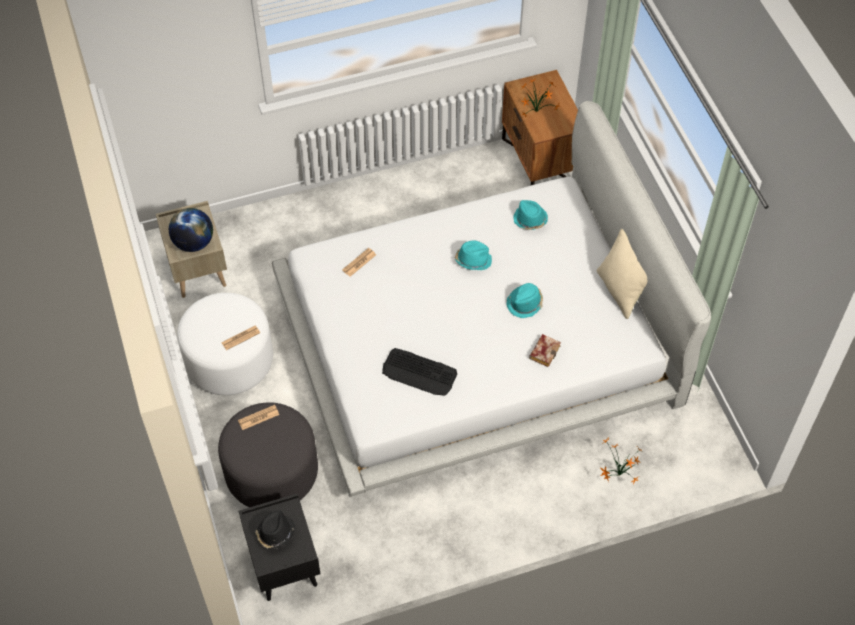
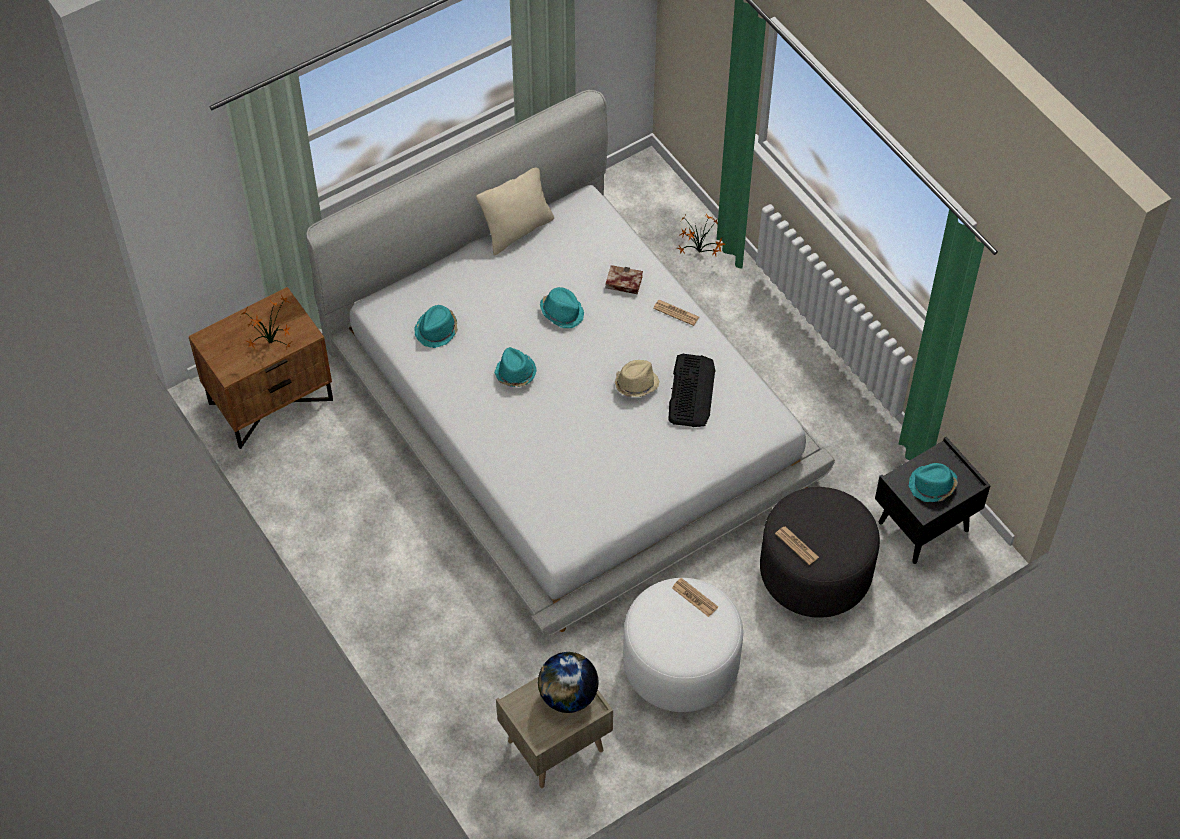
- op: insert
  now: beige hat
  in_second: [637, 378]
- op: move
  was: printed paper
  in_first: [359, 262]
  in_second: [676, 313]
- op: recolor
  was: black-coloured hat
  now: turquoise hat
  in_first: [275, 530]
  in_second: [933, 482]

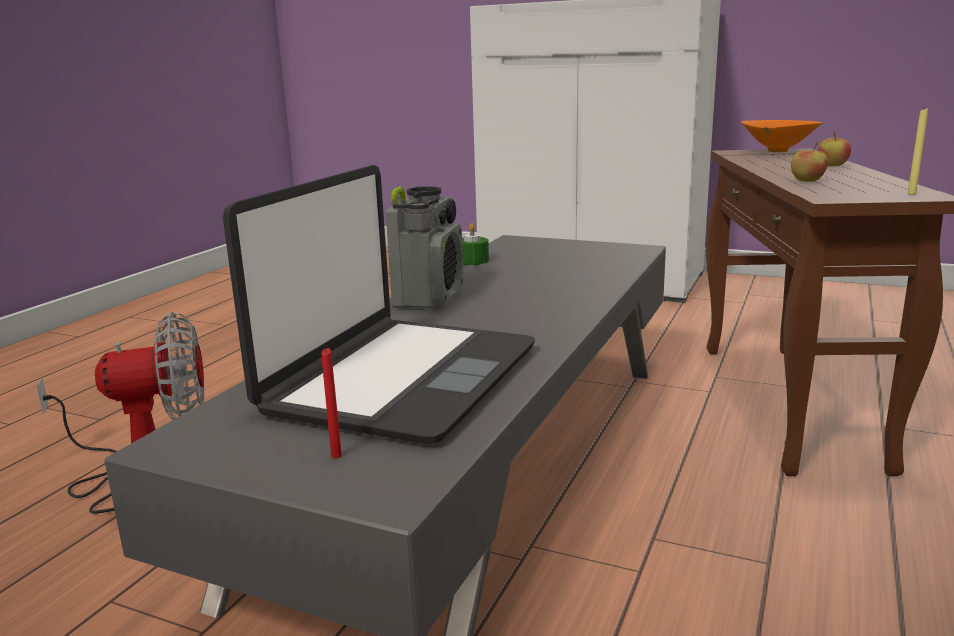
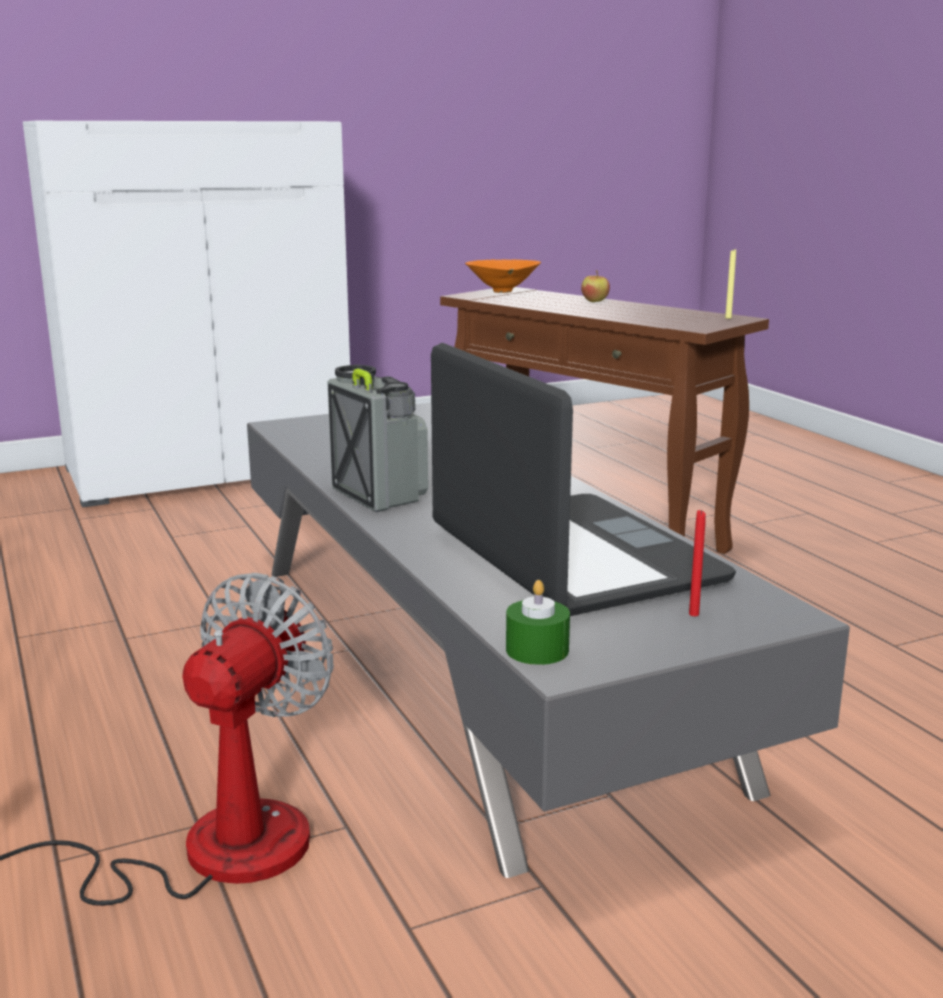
- op: delete
  was: whole apple
  in_first: [809, 162]
- op: move
  was: greenish candle
  in_first: [475, 244]
  in_second: [538, 622]

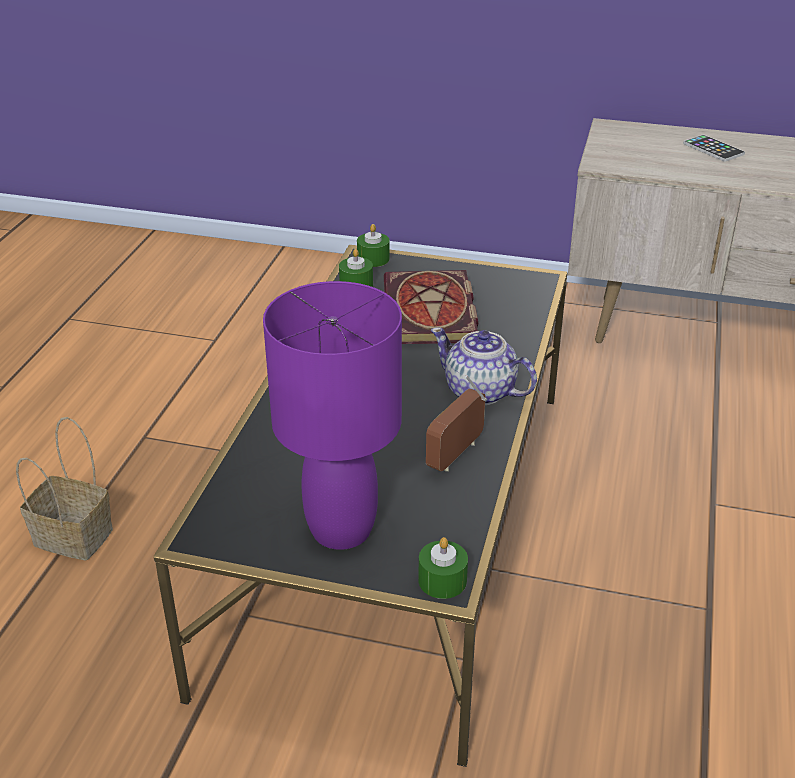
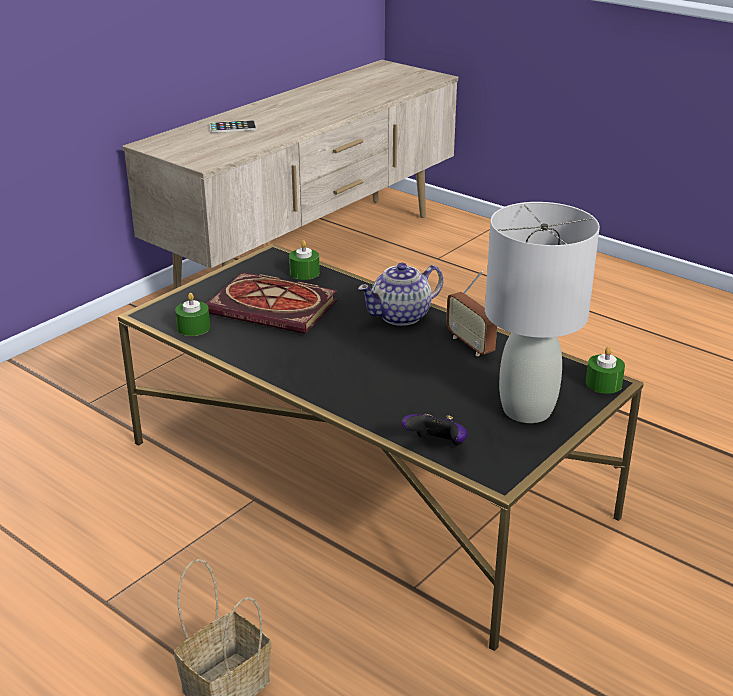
- op: insert
  now: joypad
  in_second: [435, 430]
- op: move
  was: greenish candle
  in_first: [373, 245]
  in_second: [304, 260]
- op: recolor
  was: purple table lamp
  now: greyish table lamp
  in_first: [332, 415]
  in_second: [542, 312]

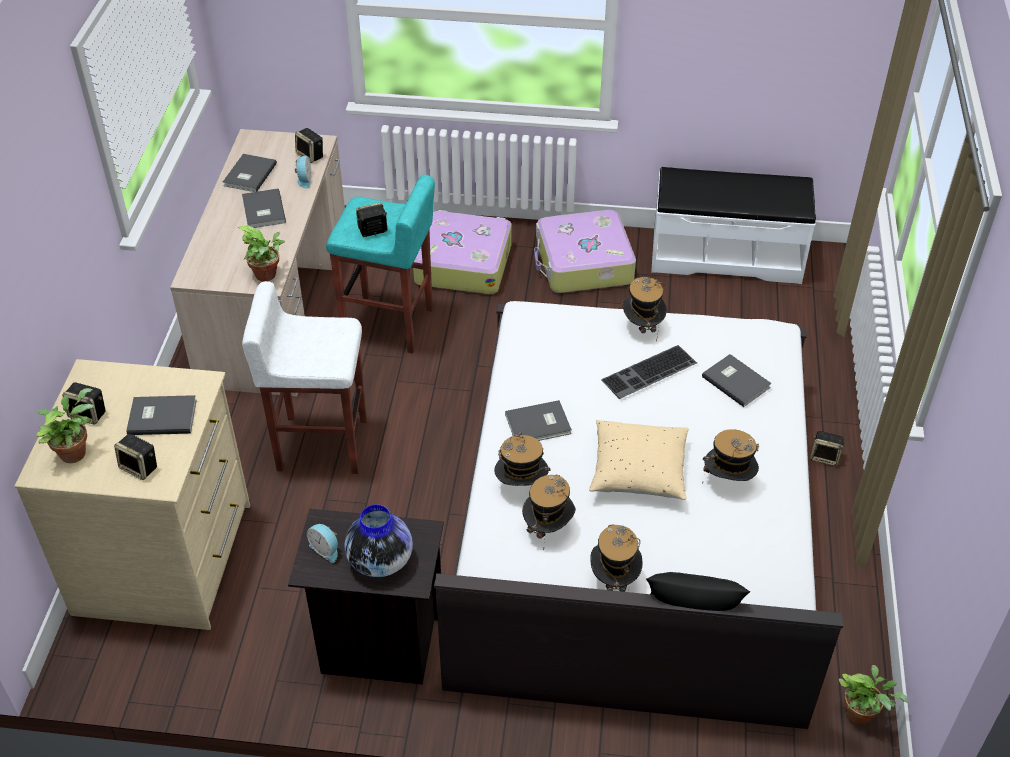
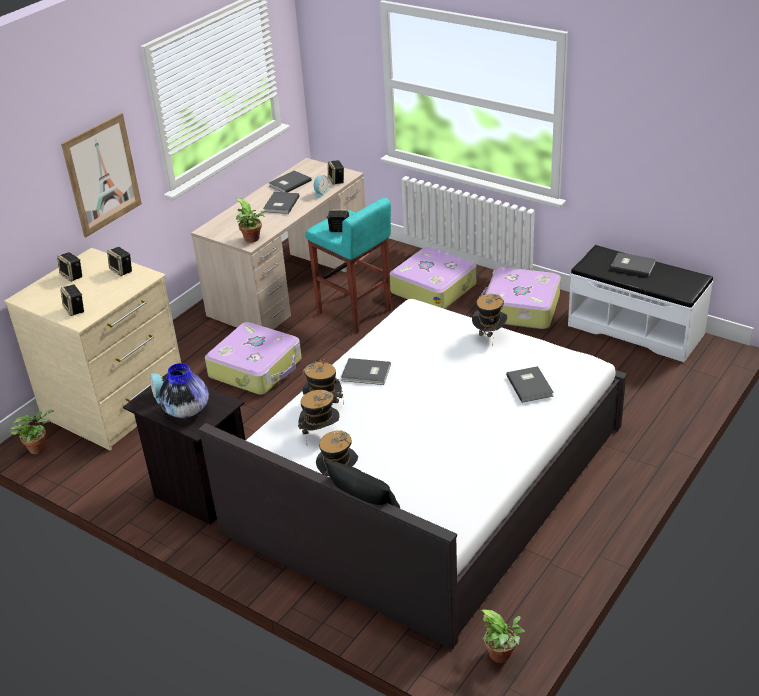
- op: delete
  was: beige cushion
  in_first: [639, 460]
- op: delete
  was: keyboard
  in_first: [649, 372]
- op: delete
  was: hat
  in_first: [730, 457]
- op: insert
  now: wall art
  in_second: [101, 175]
- op: move
  was: houseplant
  in_first: [65, 425]
  in_second: [32, 431]
- op: move
  was: greyish book
  in_first: [161, 415]
  in_second: [633, 264]
- op: move
  was: speaker
  in_first: [827, 448]
  in_second: [119, 261]
- op: replace
  was: white stool seat
  now: piece of luggage
  in_first: [304, 377]
  in_second: [253, 358]

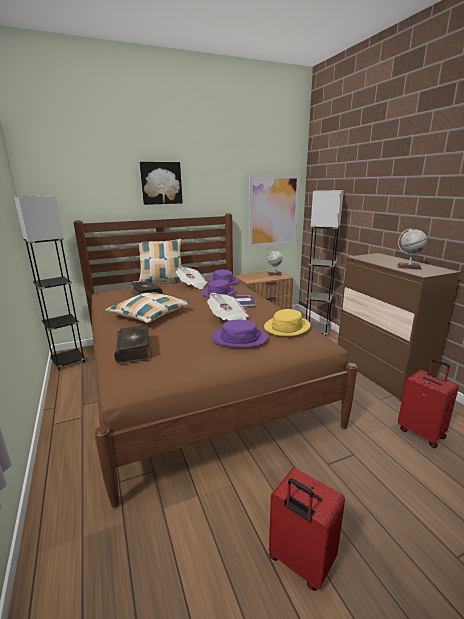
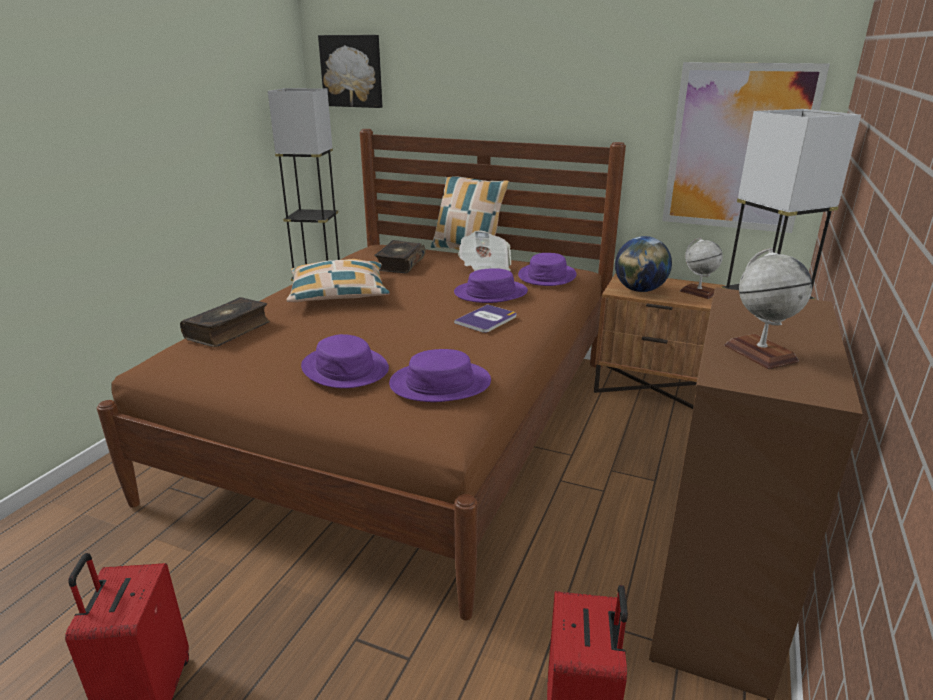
- op: delete
  was: printed paper
  in_first: [228, 307]
- op: insert
  now: globe
  in_second: [643, 264]
- op: move
  was: wall art
  in_first: [161, 183]
  in_second: [350, 71]
- op: recolor
  was: yellow hat
  now: purple hat
  in_first: [287, 322]
  in_second: [440, 375]

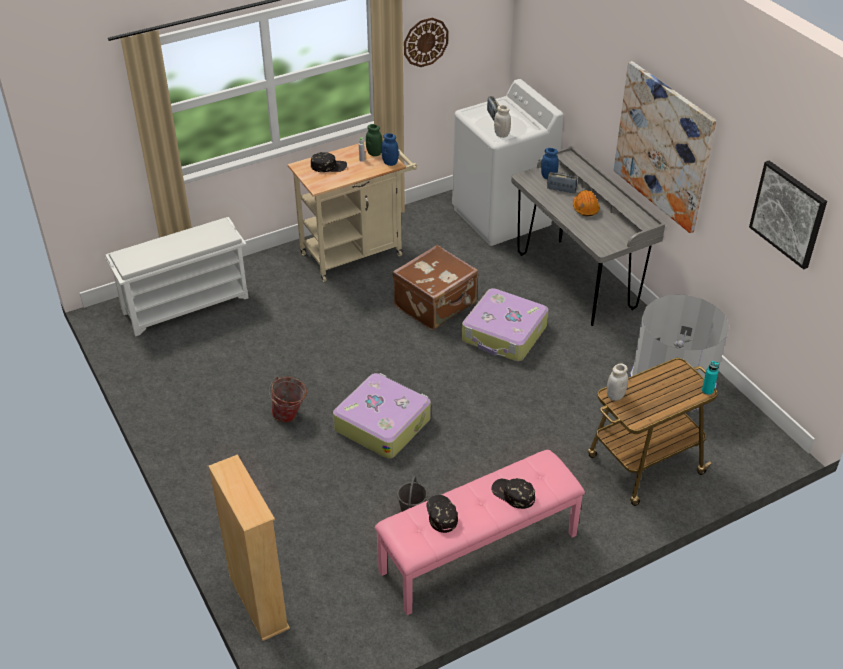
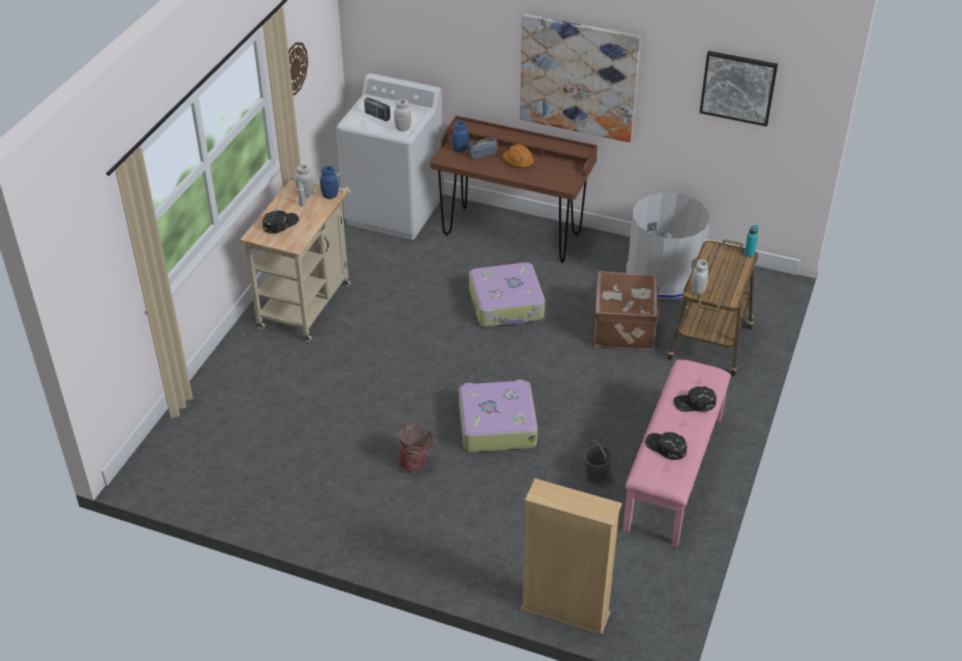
- op: delete
  was: white shoe stand
  in_first: [177, 276]
- op: move
  was: brownish piece of luggage
  in_first: [435, 287]
  in_second: [627, 310]
- op: recolor
  was: greenish preserve jar
  now: white preserve jar
  in_first: [374, 140]
  in_second: [304, 181]
- op: recolor
  was: greyish desk unit
  now: brownish desk unit
  in_first: [588, 236]
  in_second: [513, 189]

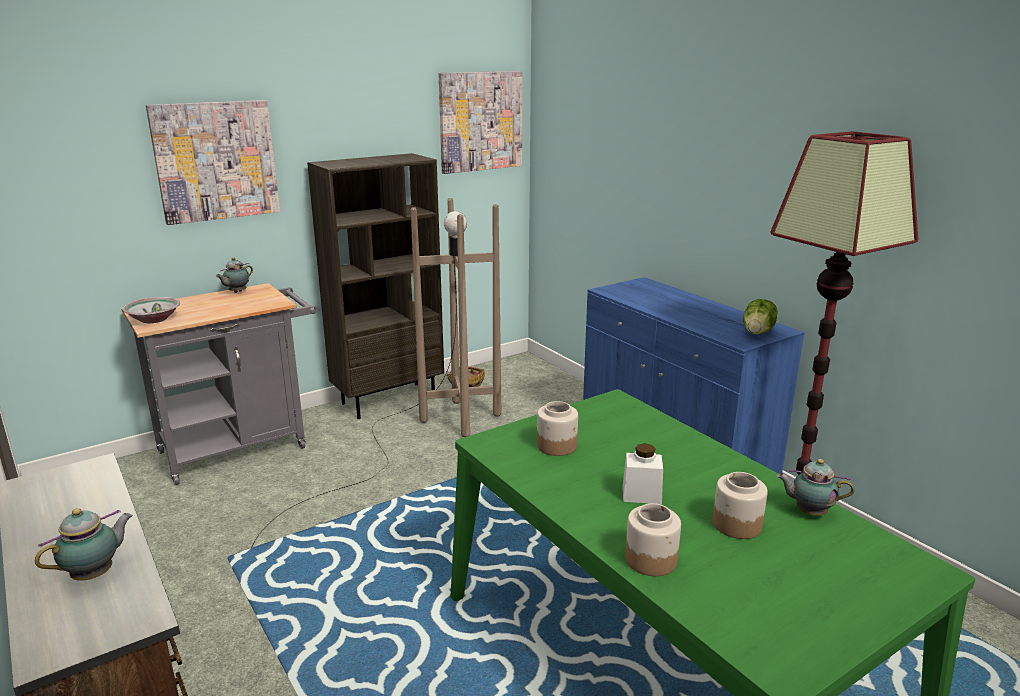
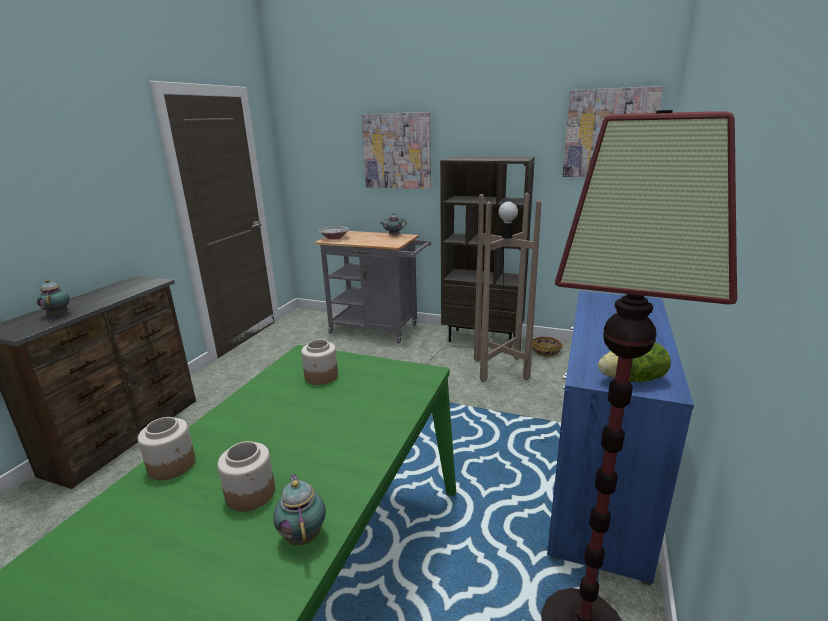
- op: delete
  was: white preserve jar
  in_first: [643, 473]
- op: rotate
  was: pot for tea
  in_first: [84, 544]
  in_second: [53, 298]
  clockwise: -120

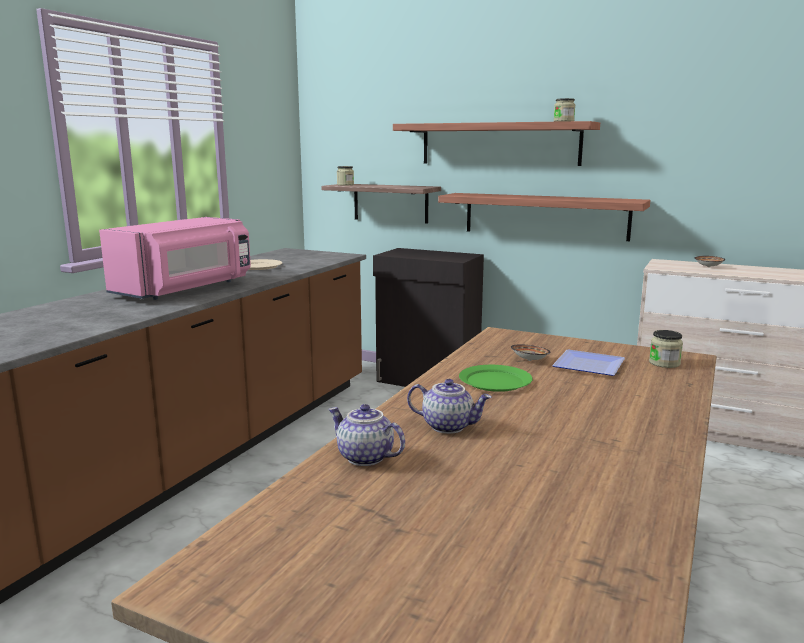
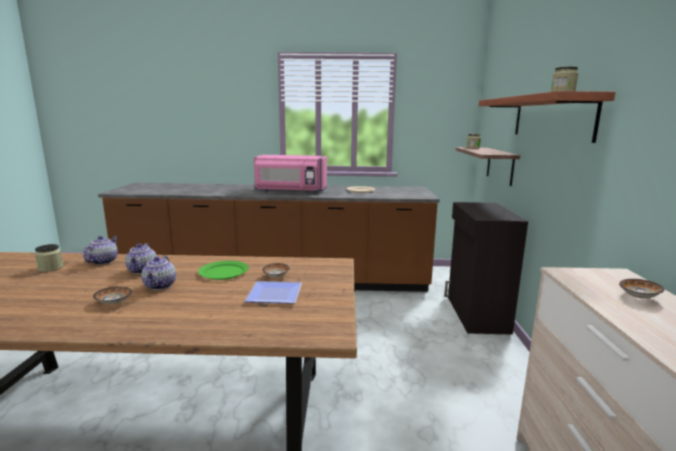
- op: delete
  was: shelf
  in_first: [544, 217]
- op: insert
  now: deep dish
  in_second: [112, 295]
- op: insert
  now: pot for tea
  in_second: [158, 272]
- op: move
  was: preserve jar
  in_first: [666, 349]
  in_second: [49, 258]

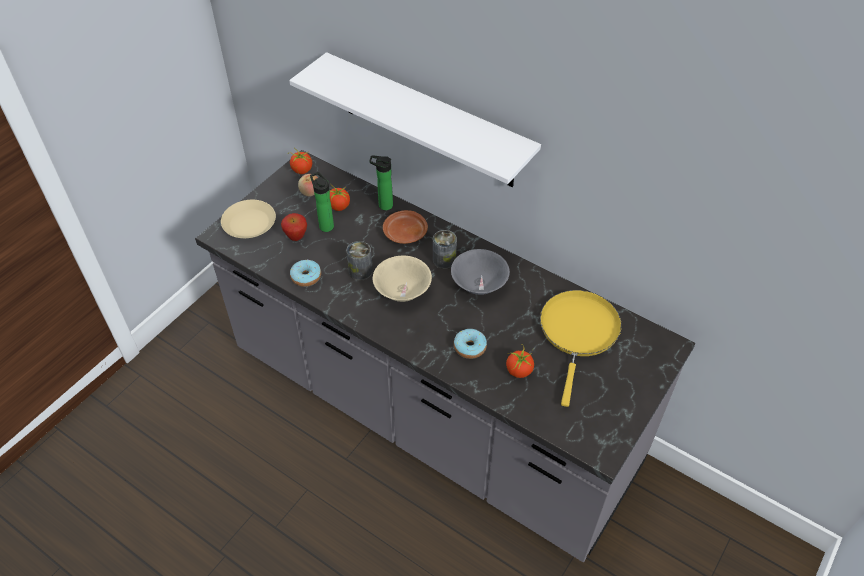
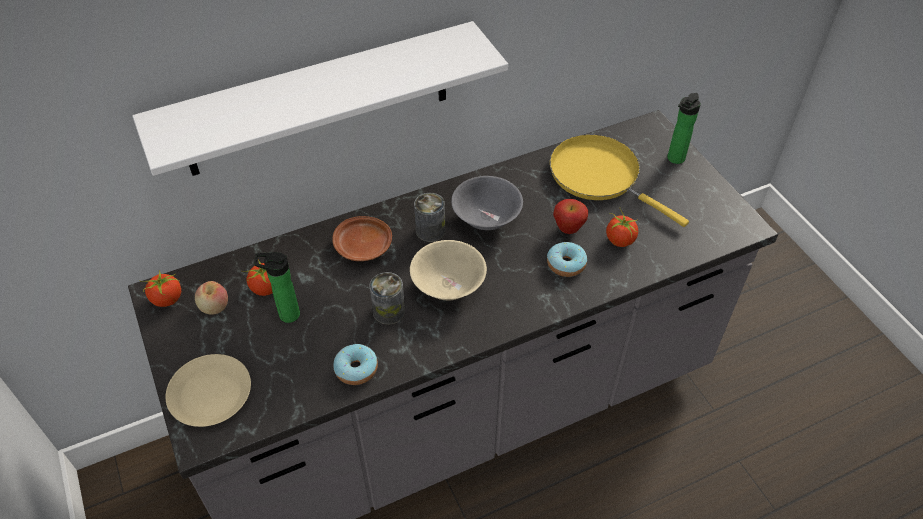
- op: move
  was: whole apple
  in_first: [294, 227]
  in_second: [570, 216]
- op: move
  was: beverage bottle
  in_first: [381, 182]
  in_second: [684, 128]

